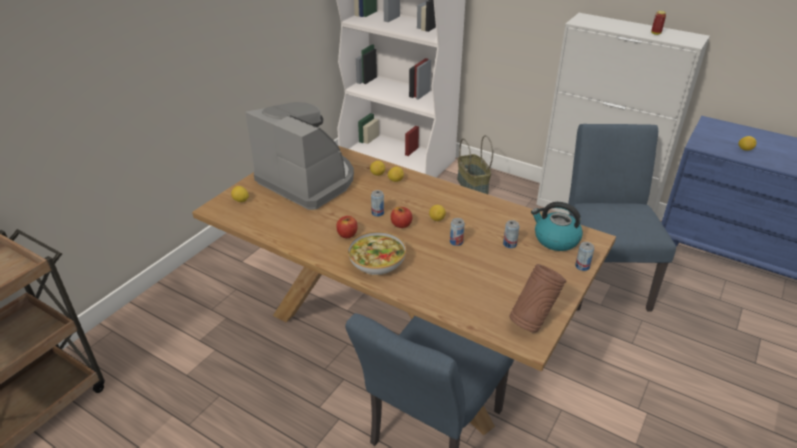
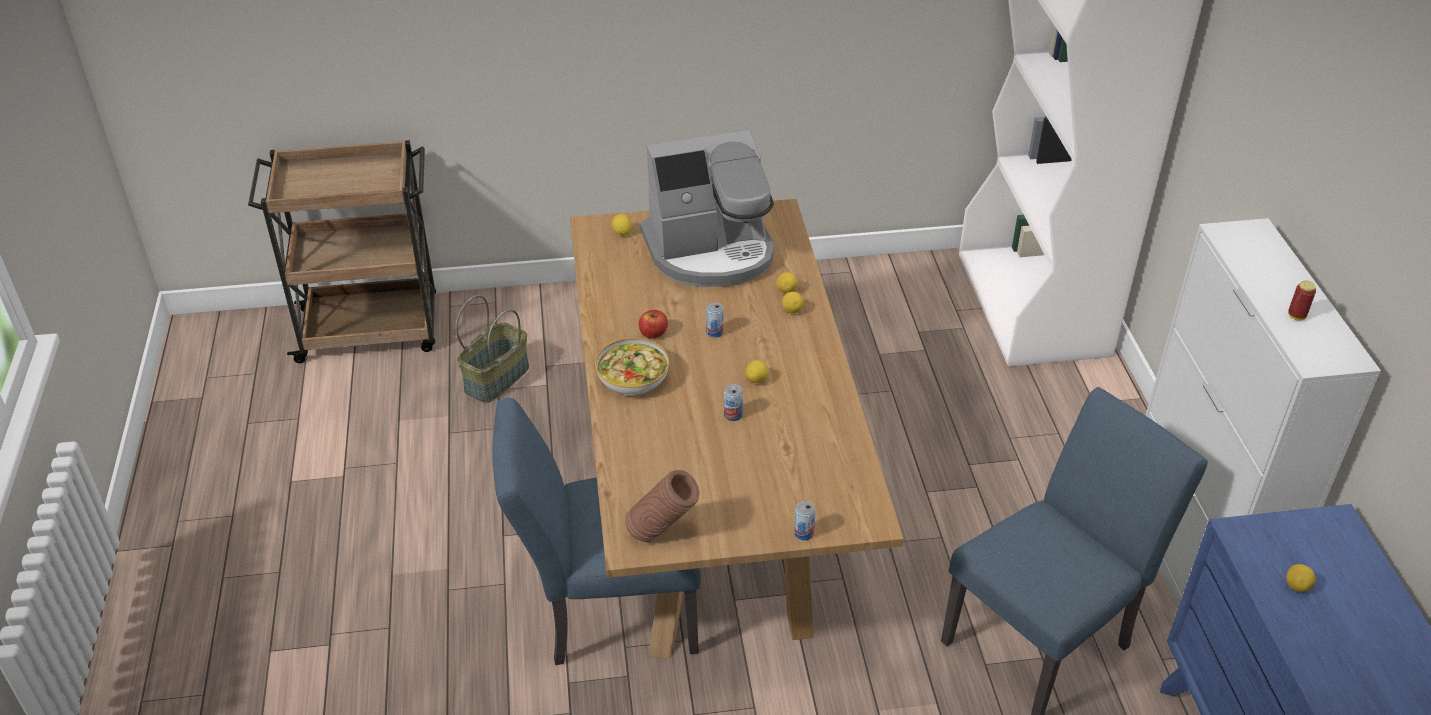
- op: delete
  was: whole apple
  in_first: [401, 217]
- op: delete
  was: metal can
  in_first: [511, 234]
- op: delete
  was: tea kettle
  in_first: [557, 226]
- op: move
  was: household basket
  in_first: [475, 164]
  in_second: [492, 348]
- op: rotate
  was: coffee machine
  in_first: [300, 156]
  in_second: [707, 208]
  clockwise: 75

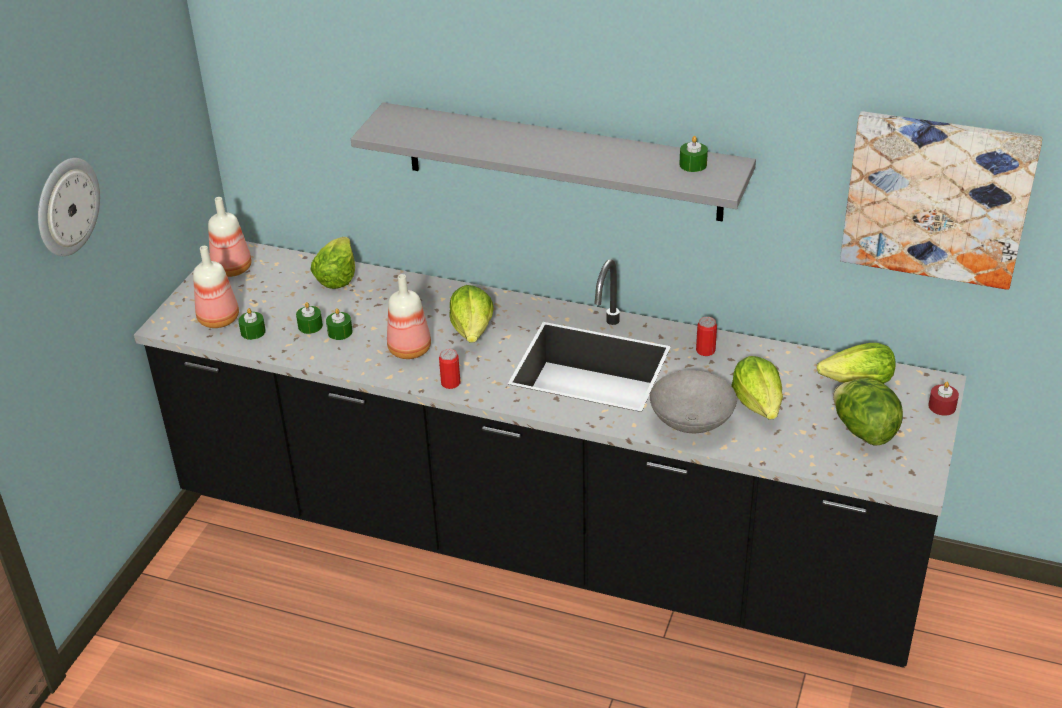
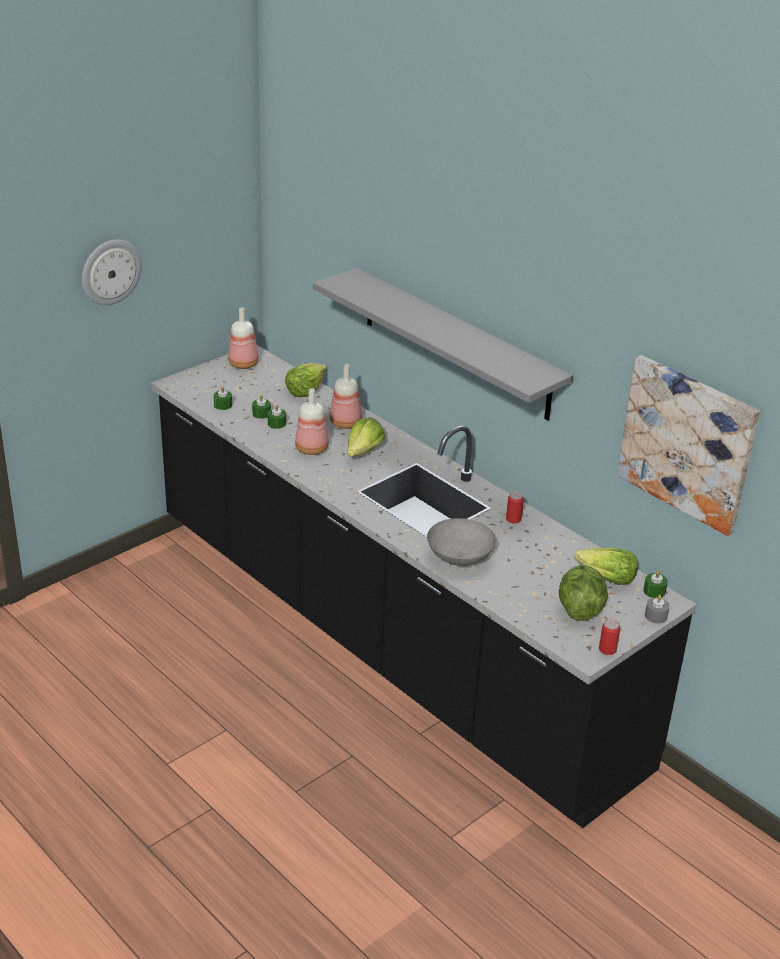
- op: delete
  was: head of lettuce
  in_first: [757, 388]
- op: move
  was: beverage bottle
  in_first: [216, 287]
  in_second: [346, 396]
- op: move
  was: metal can
  in_first: [450, 369]
  in_second: [609, 637]
- op: move
  was: greenish candle
  in_first: [693, 154]
  in_second: [655, 584]
- op: recolor
  was: red candle
  now: greyish candle
  in_first: [943, 399]
  in_second: [657, 609]

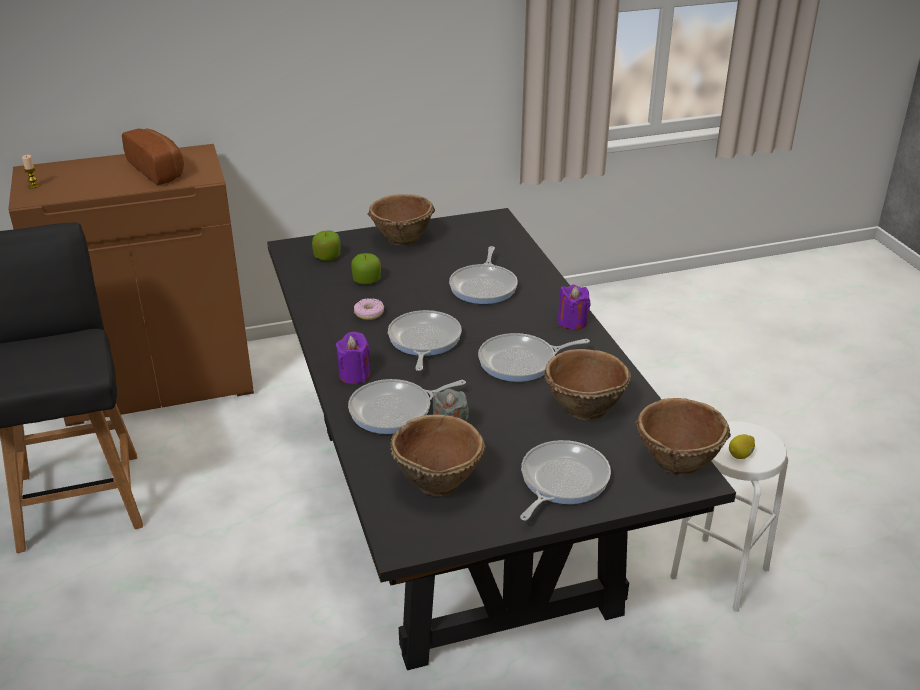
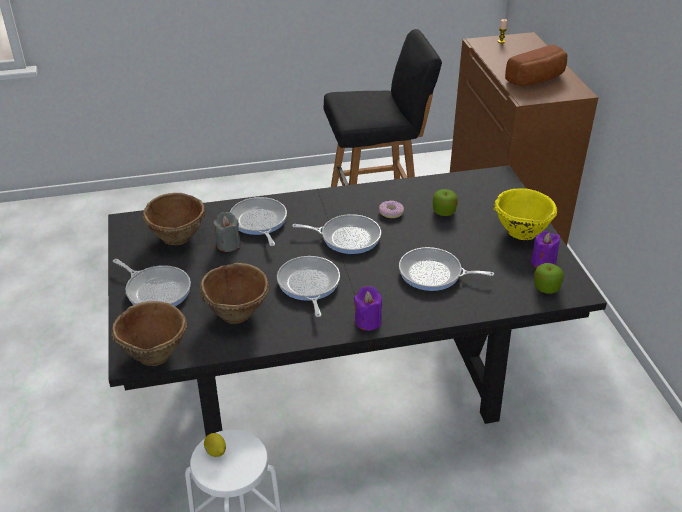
- op: move
  was: whole apple
  in_first: [326, 245]
  in_second: [549, 278]
- op: move
  was: purple candle
  in_first: [353, 358]
  in_second: [545, 249]
- op: recolor
  was: brownish deep dish
  now: yellow deep dish
  in_first: [401, 220]
  in_second: [525, 214]

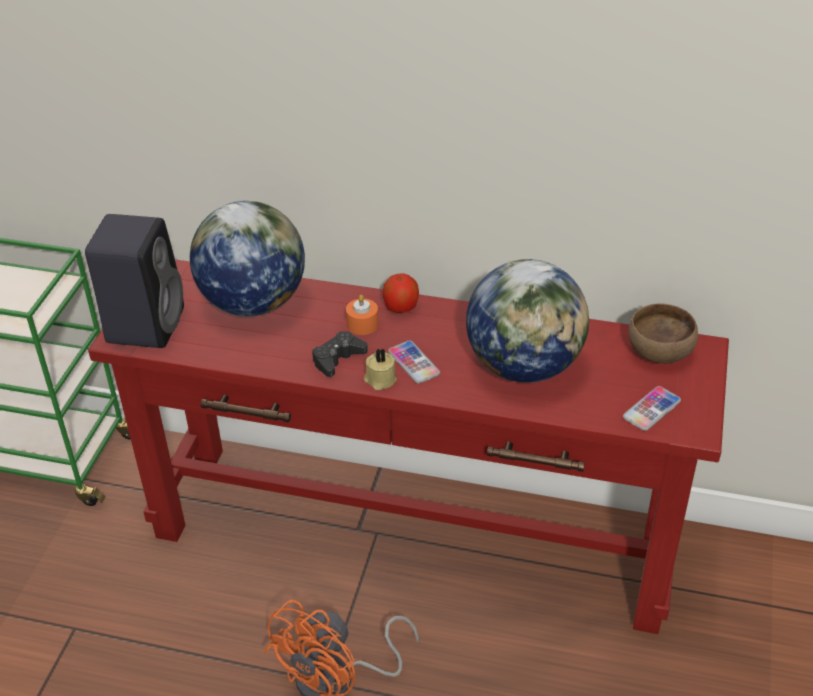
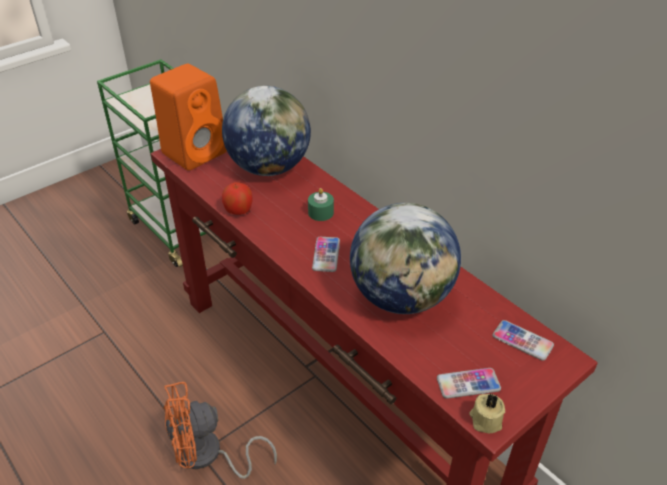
- op: delete
  was: black-coloured joypad
  in_first: [340, 354]
- op: move
  was: beige candle
  in_first: [380, 369]
  in_second: [487, 413]
- op: move
  was: whole apple
  in_first: [400, 293]
  in_second: [237, 198]
- op: replace
  was: brownish deep dish
  now: handset
  in_first: [663, 334]
  in_second: [523, 340]
- op: recolor
  was: black-coloured speaker
  now: orange speaker
  in_first: [134, 281]
  in_second: [188, 117]
- op: recolor
  was: orange candle
  now: greenish candle
  in_first: [362, 315]
  in_second: [321, 204]

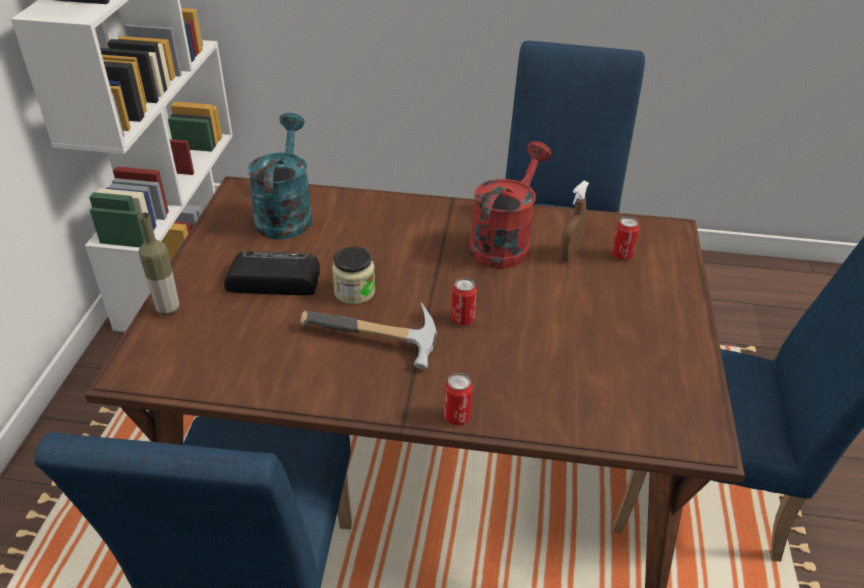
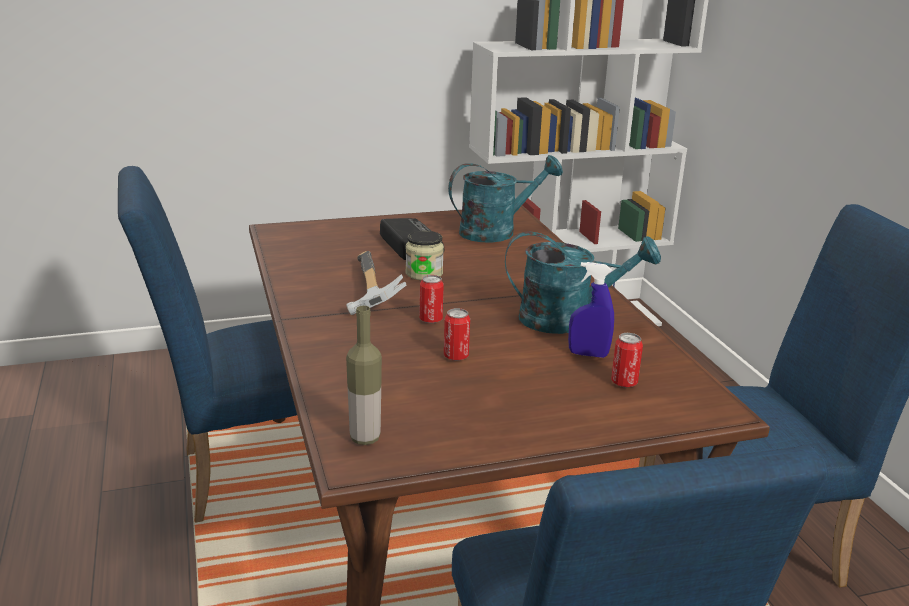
- op: move
  was: beverage bottle
  in_first: [159, 264]
  in_second: [364, 375]
- op: move
  was: metal can
  in_first: [458, 399]
  in_second: [457, 334]
- op: recolor
  was: red watering pot
  now: turquoise watering pot
  in_first: [510, 205]
  in_second: [583, 282]
- op: recolor
  was: brownish hand sprayer
  now: bluish hand sprayer
  in_first: [574, 221]
  in_second: [591, 310]

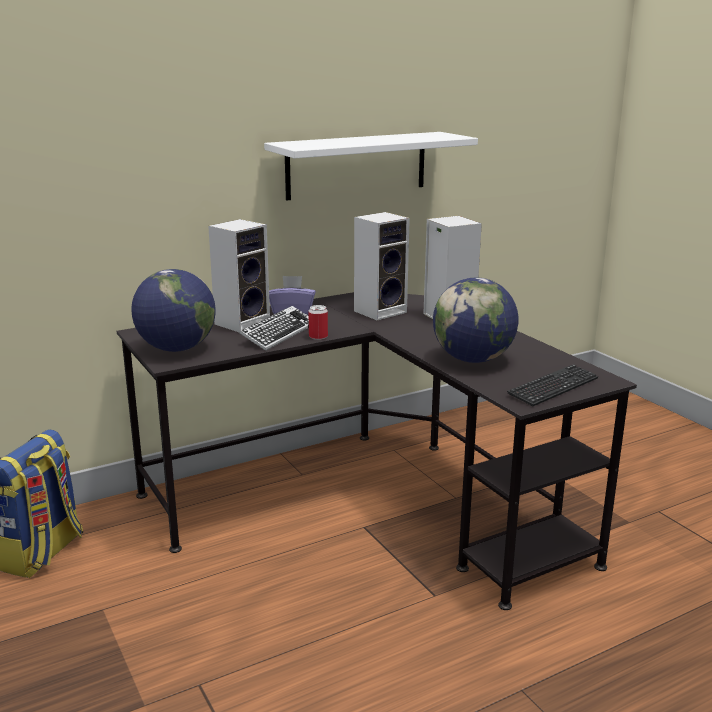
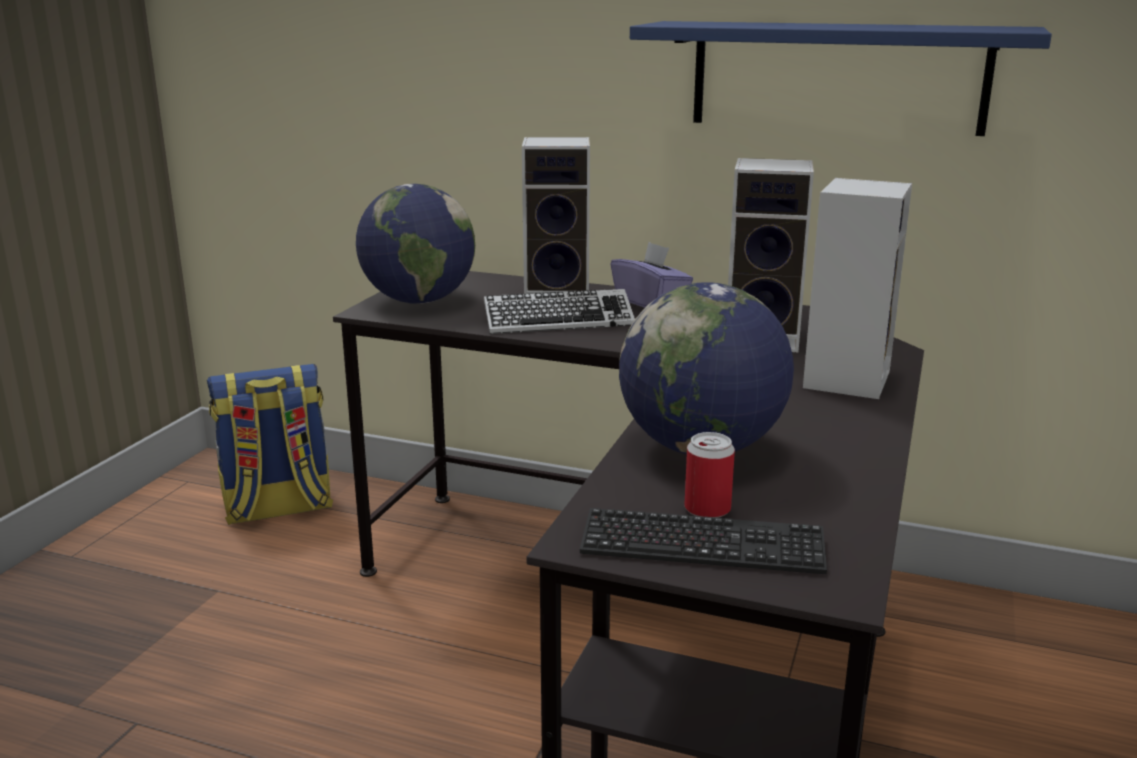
- op: move
  was: metal can
  in_first: [318, 322]
  in_second: [709, 475]
- op: recolor
  was: white shelf
  now: bluish shelf
  in_first: [371, 166]
  in_second: [841, 78]

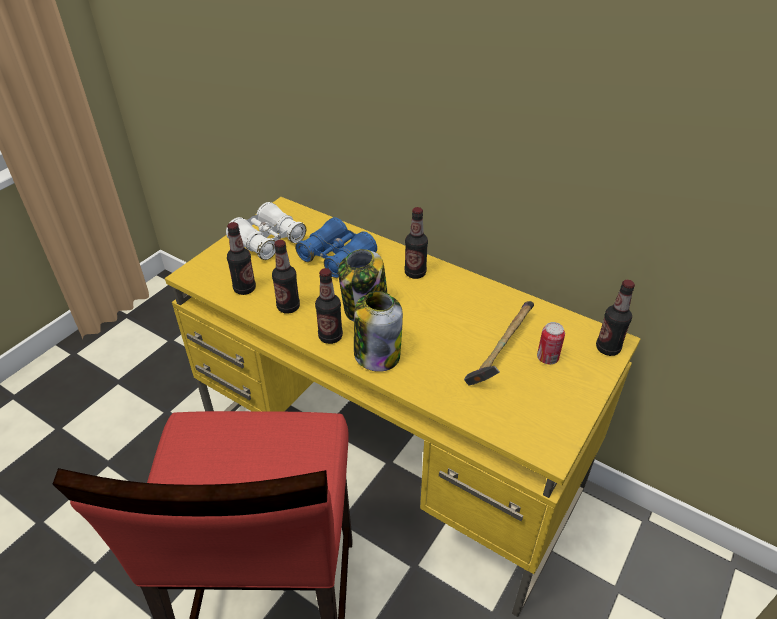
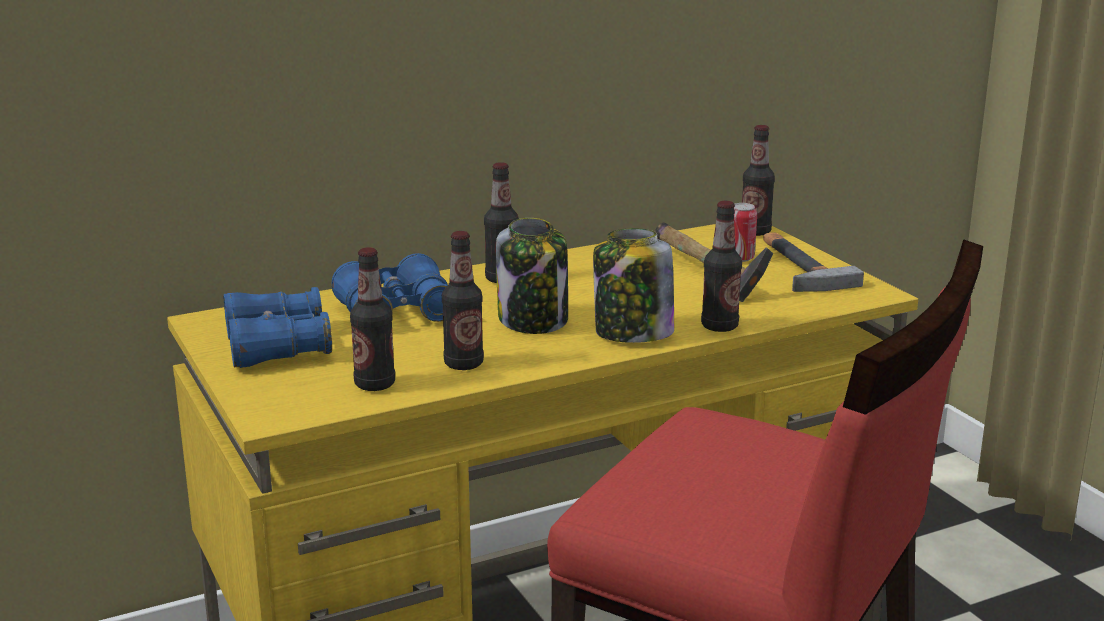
- op: insert
  now: hammer
  in_second: [813, 262]
- op: move
  was: beverage bottle
  in_first: [329, 306]
  in_second: [721, 266]
- op: recolor
  was: white field glasses
  now: bluish field glasses
  in_first: [266, 231]
  in_second: [277, 327]

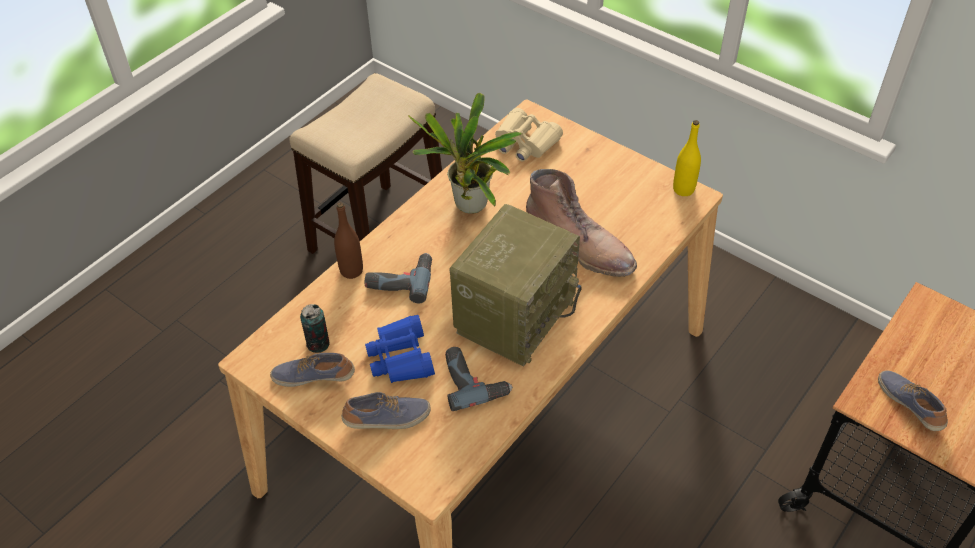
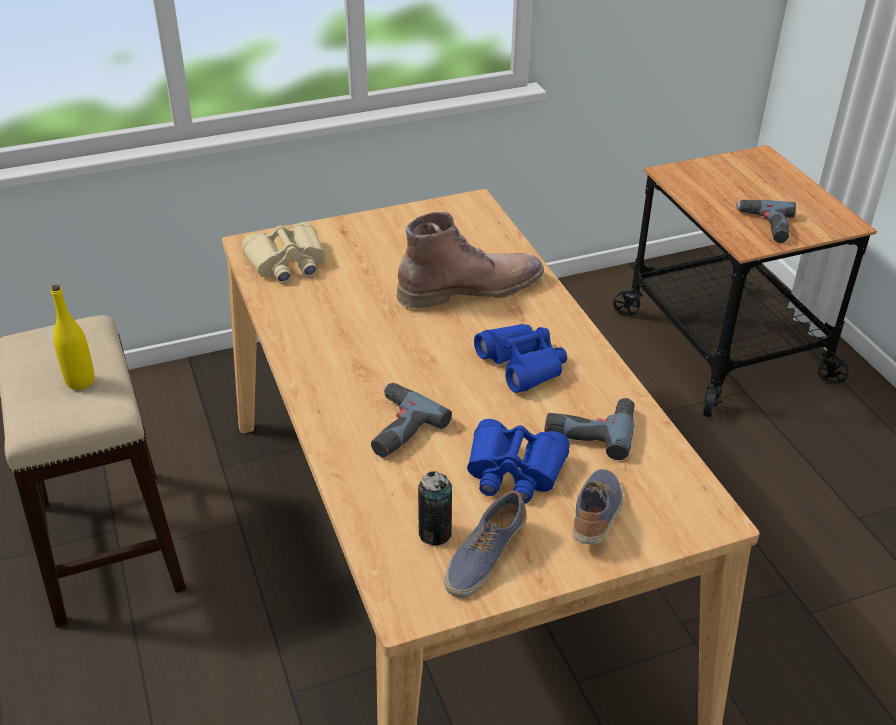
- op: delete
  was: brownish beverage bottle
  in_first: [348, 240]
- op: delete
  was: houseplant
  in_first: [465, 153]
- op: move
  was: yellow beverage bottle
  in_first: [687, 158]
  in_second: [73, 337]
- op: replace
  was: radio set
  now: bluish field glasses
  in_first: [516, 285]
  in_second: [520, 358]
- op: replace
  was: item of footwear
  now: drill
  in_first: [913, 400]
  in_second: [766, 221]

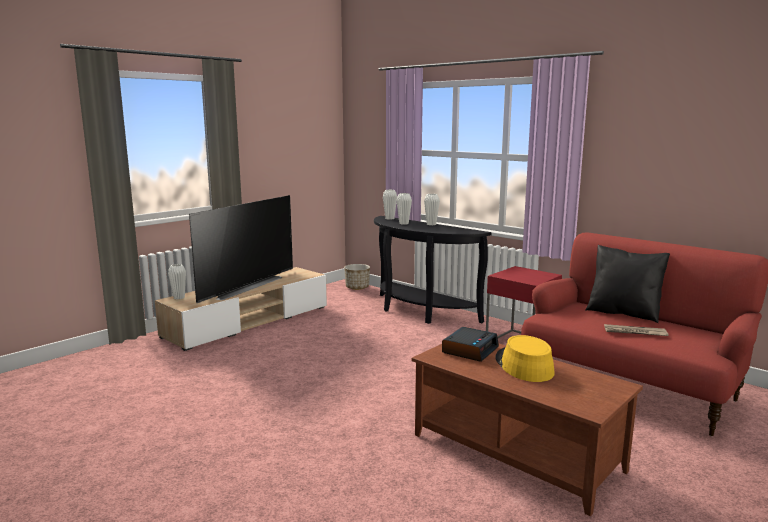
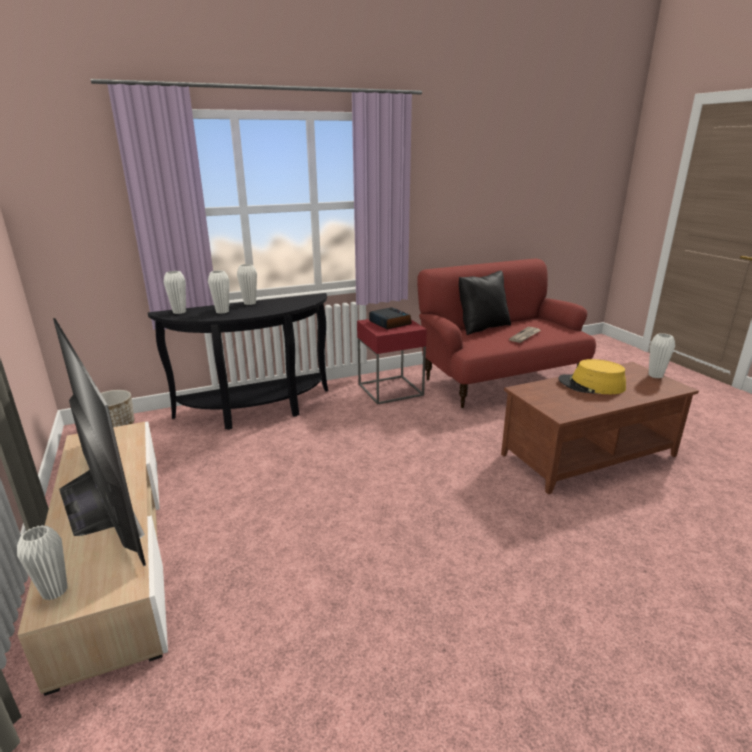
- op: insert
  now: white decorative vase
  in_second: [661, 355]
- op: move
  was: bedside clock
  in_first: [470, 344]
  in_second: [390, 318]

